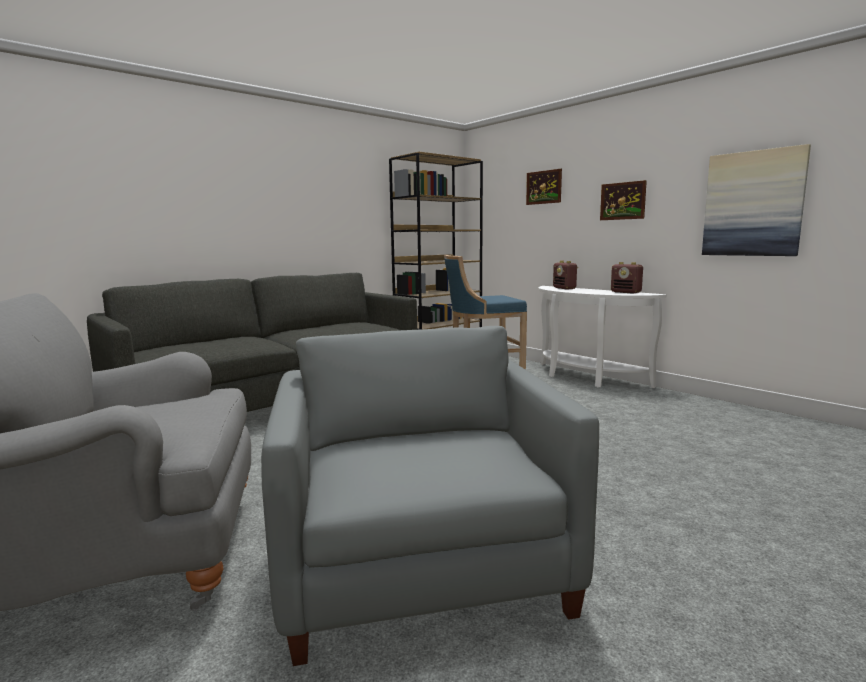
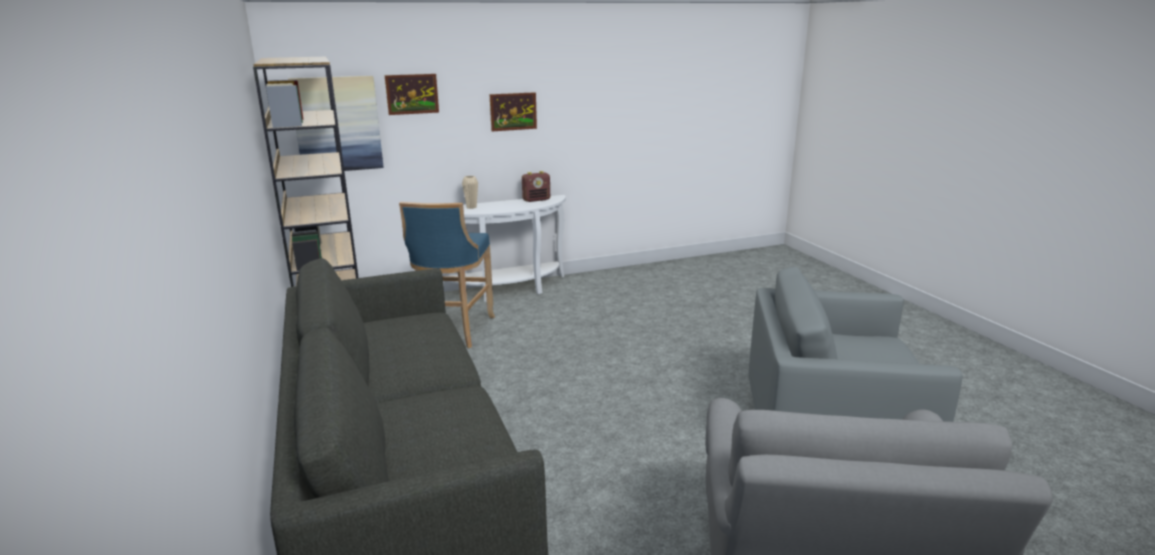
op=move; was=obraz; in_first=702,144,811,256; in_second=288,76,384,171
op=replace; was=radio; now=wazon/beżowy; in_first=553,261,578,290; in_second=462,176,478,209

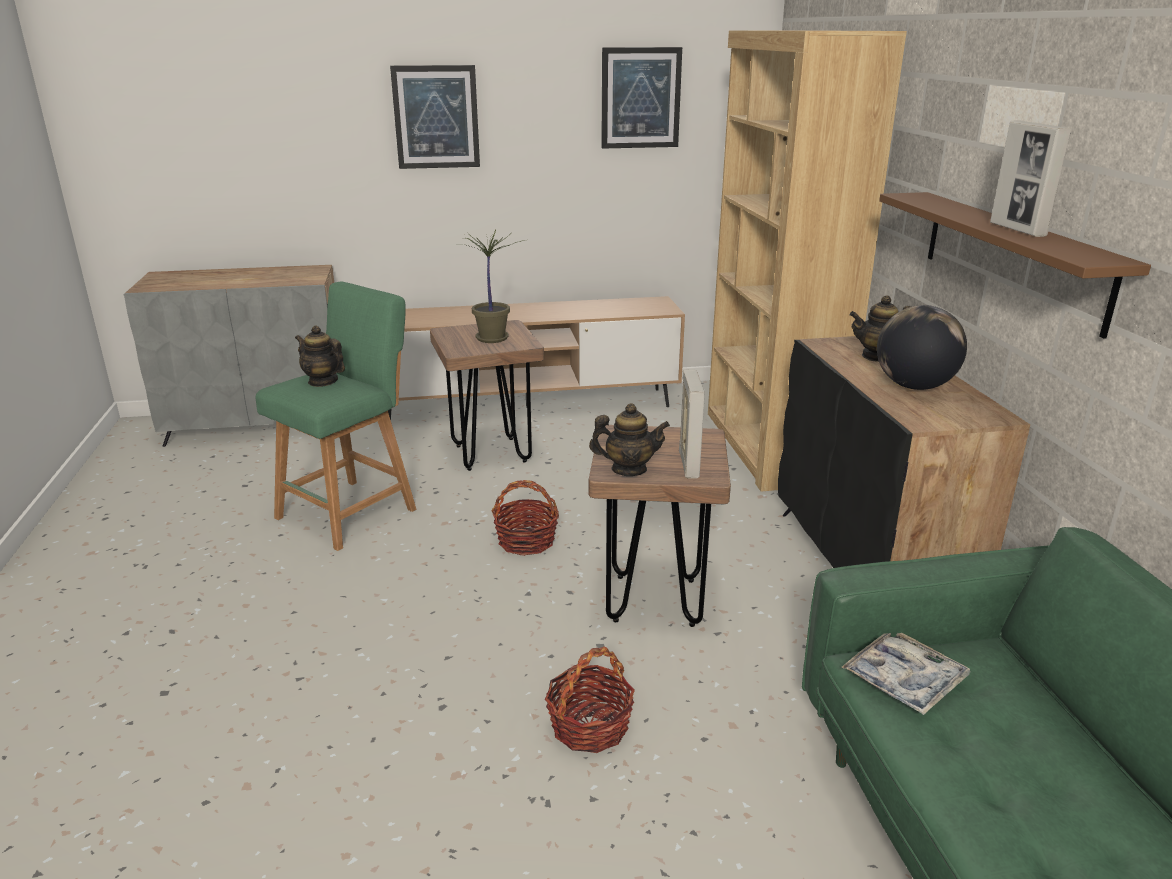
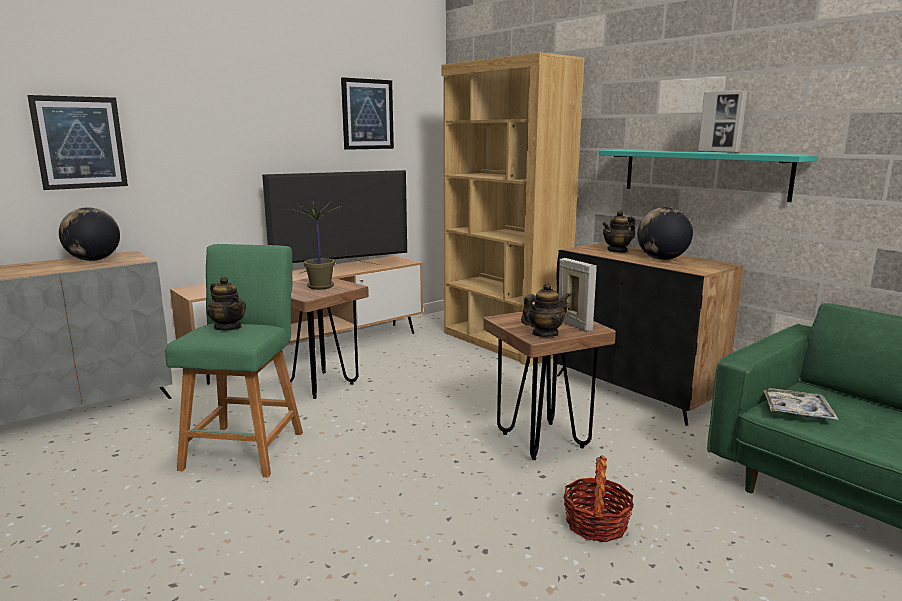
op=move; was=obraz; in_first=390,65,480,169; in_second=27,95,128,190
op=recolor; was=półka/brązowy; now=półka/turkusowy; in_first=879,192,1151,339; in_second=598,150,817,202
op=rotate; was=imbryk; in_first=295,325,345,387; in_second=206,277,246,331; clockwise=-135
op=delete; was=koszyk; in_first=492,480,559,556
op=insert; now=telewizor; in_second=262,170,407,274
op=insert; now=globus; in_second=59,207,120,261

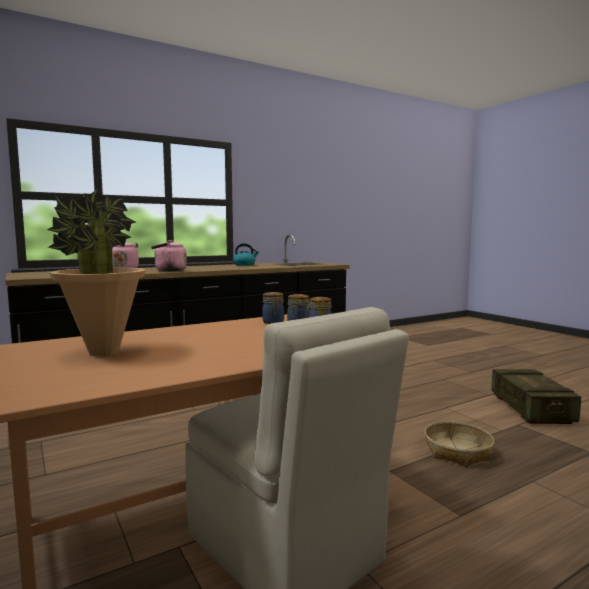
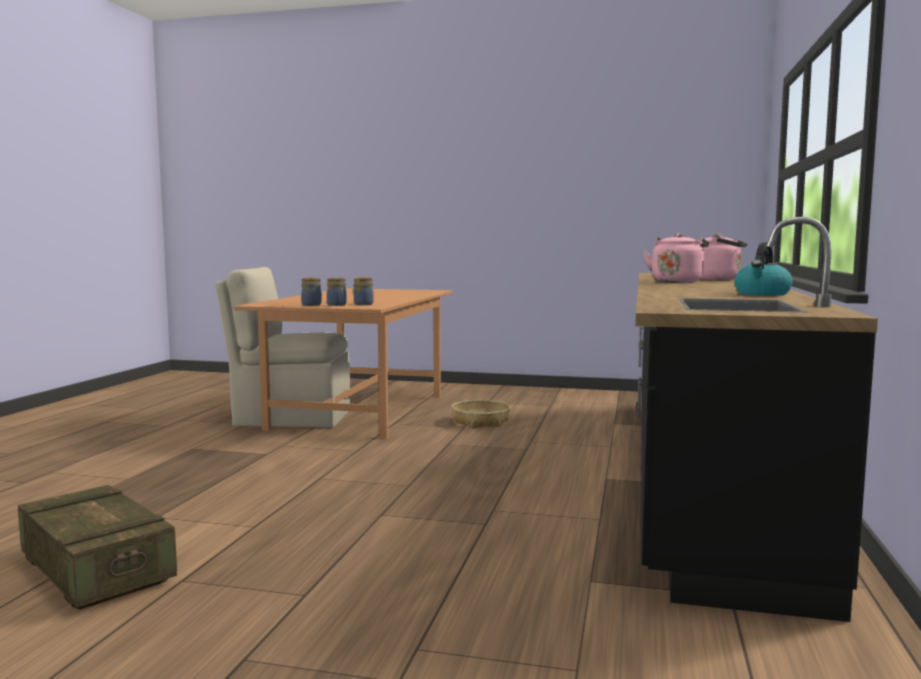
op=delete; was=roślina doniczkowa; in_first=47,189,146,356
op=move; was=koszyk; in_first=424,421,495,467; in_second=452,400,511,428

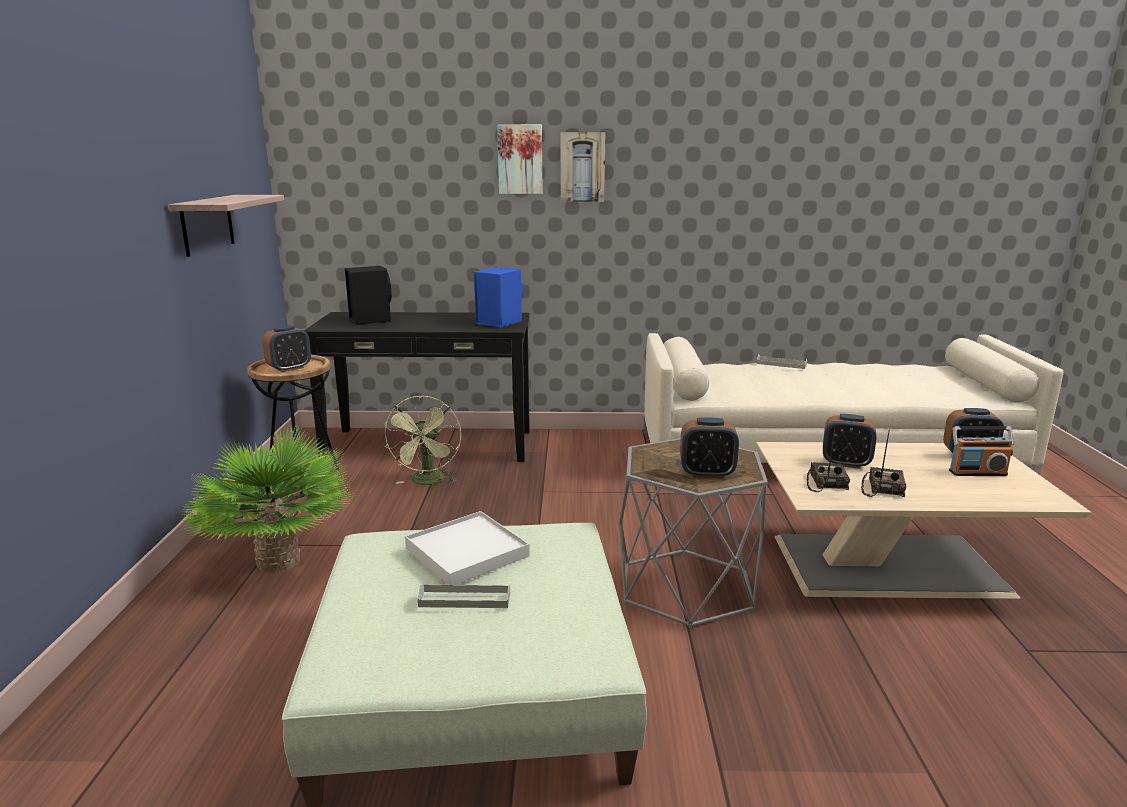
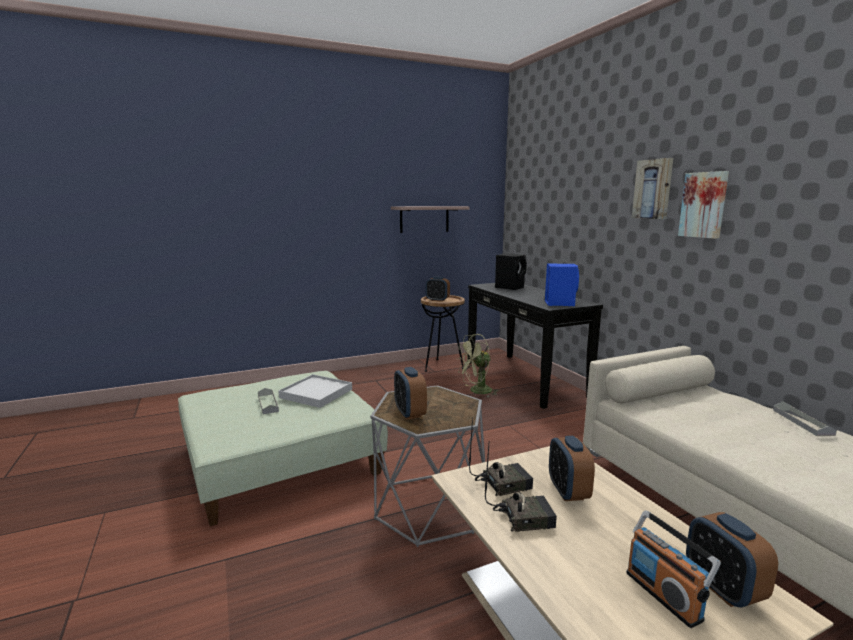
op=move; was=obraz; in_first=497,124,542,194; in_second=678,171,729,239
op=delete; was=roślina doniczkowa; in_first=181,425,353,573

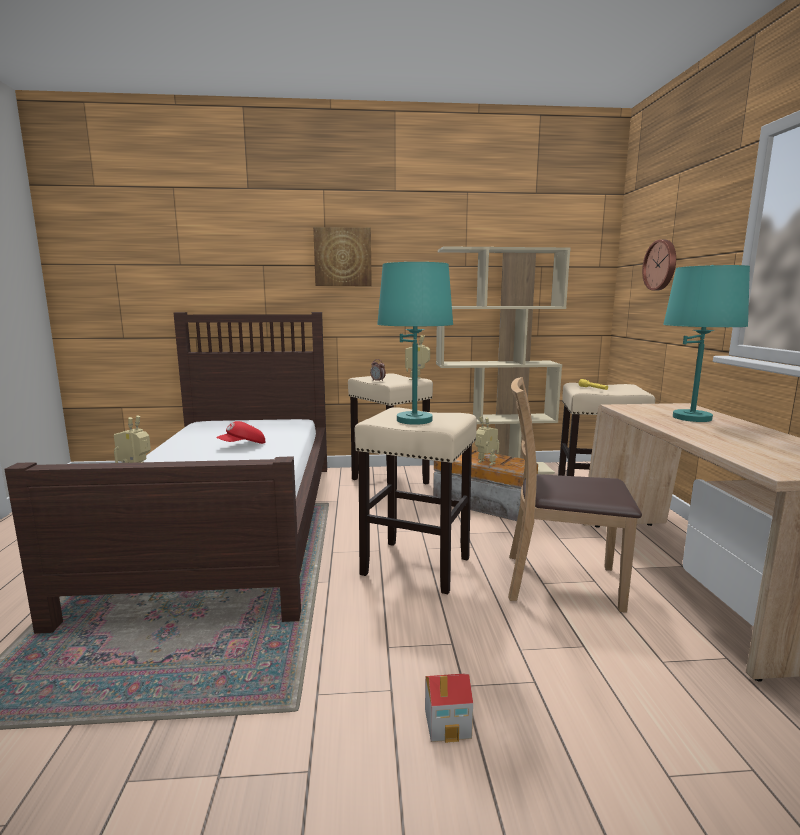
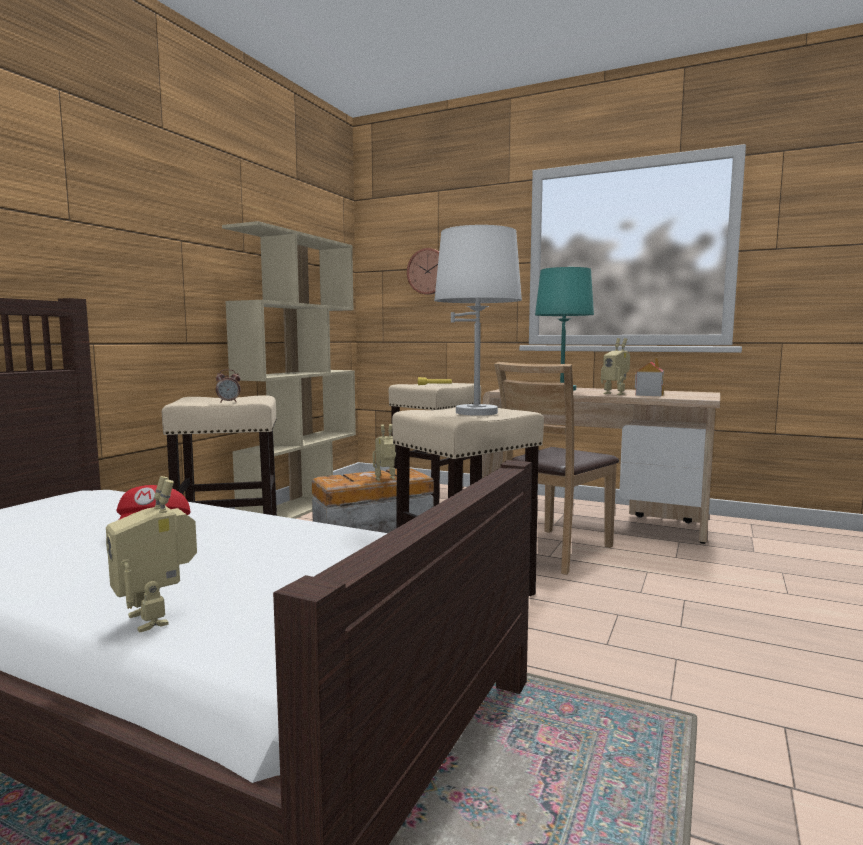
op=delete; was=obraz; in_first=313,227,372,286
op=recolor; was=lampa stołowa/turkusowy; now=lampa stołowa/biały; in_first=377,262,453,425; in_second=434,225,522,416
op=move; was=robot zabawkowy; in_first=405,335,430,380; in_second=601,338,630,395
op=move; was=domek; in_first=425,674,473,743; in_second=635,357,664,396

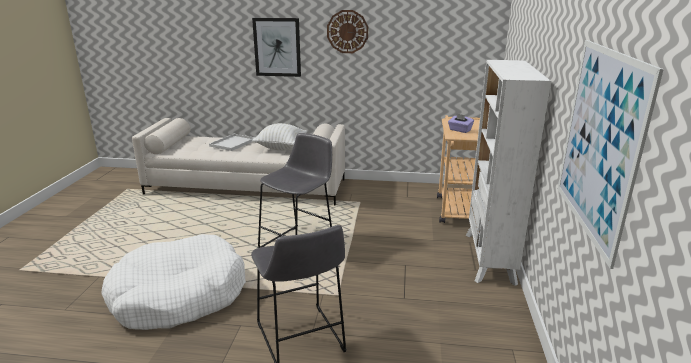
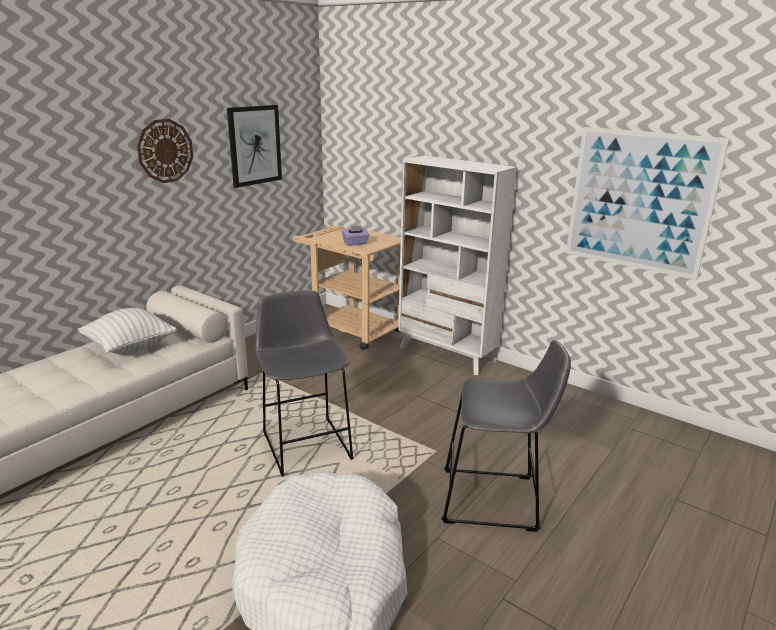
op=move; was=obraz; in_first=252,18,301,77; in_second=227,105,282,188
op=delete; was=taca/biały; in_first=209,134,255,151

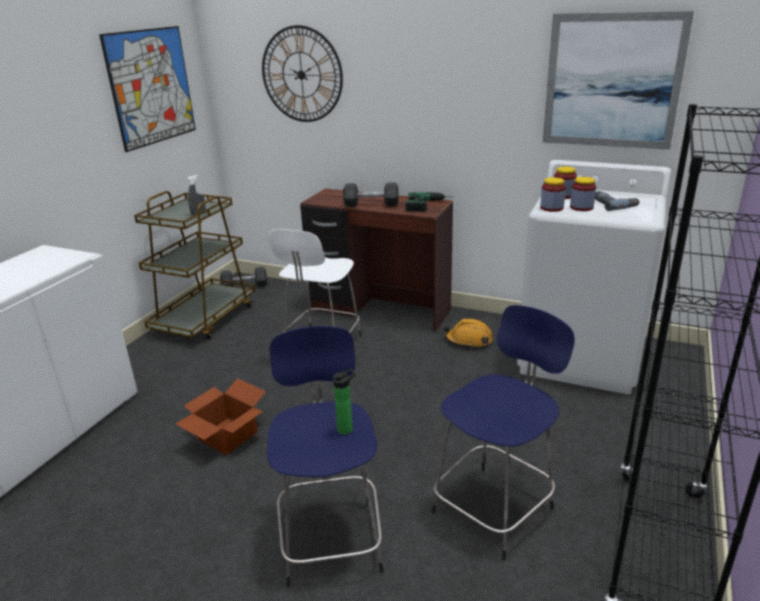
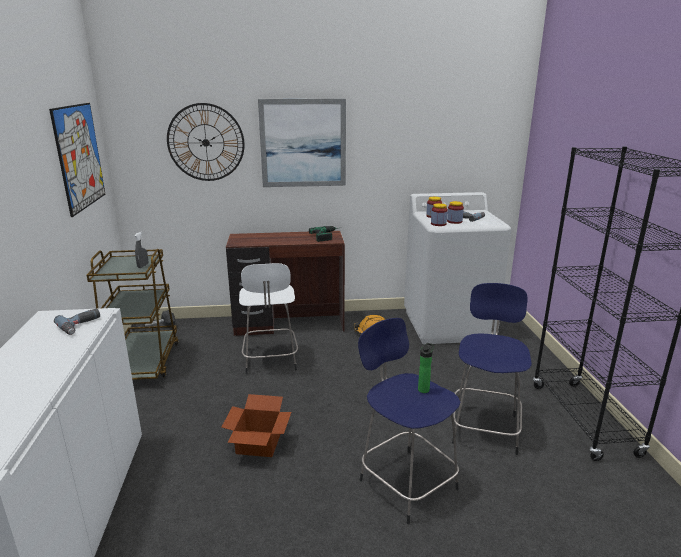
op=move; was=obraz; in_first=543,11,694,150; in_second=258,99,346,187
op=delete; was=hantel/szary; in_first=343,182,399,207
op=insert; now=wiertarka; in_second=54,309,100,335

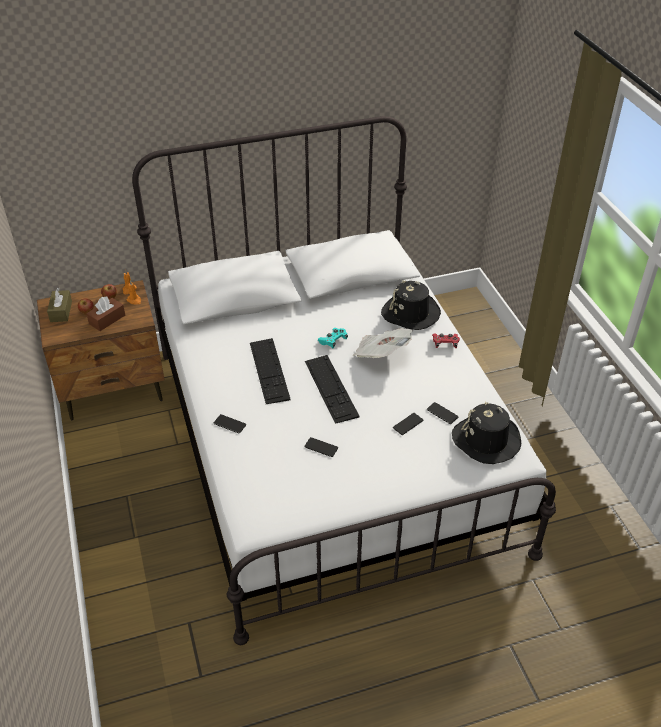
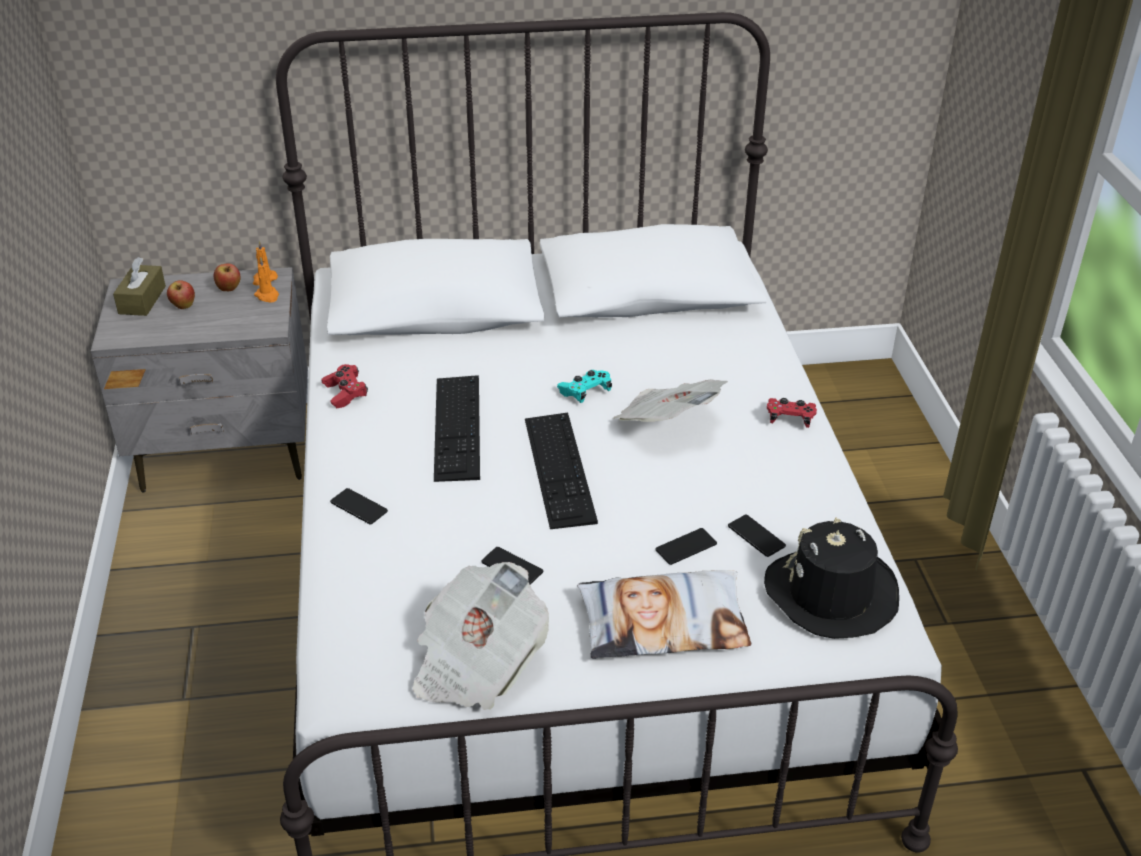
op=recolor; was=szafka nocna/brązowy; now=szafka nocna/szary; in_first=37,280,165,421; in_second=91,267,308,493
op=delete; was=kapelusz/czarny; in_first=381,280,441,330
op=delete; was=pudełko chusteczek/brązowy; in_first=86,296,125,331
op=insert; now=pad do gier/czerwony; in_second=321,364,368,408
op=insert; now=gazeta; in_second=413,562,549,710
op=insert; now=poduszka; in_second=577,570,752,659

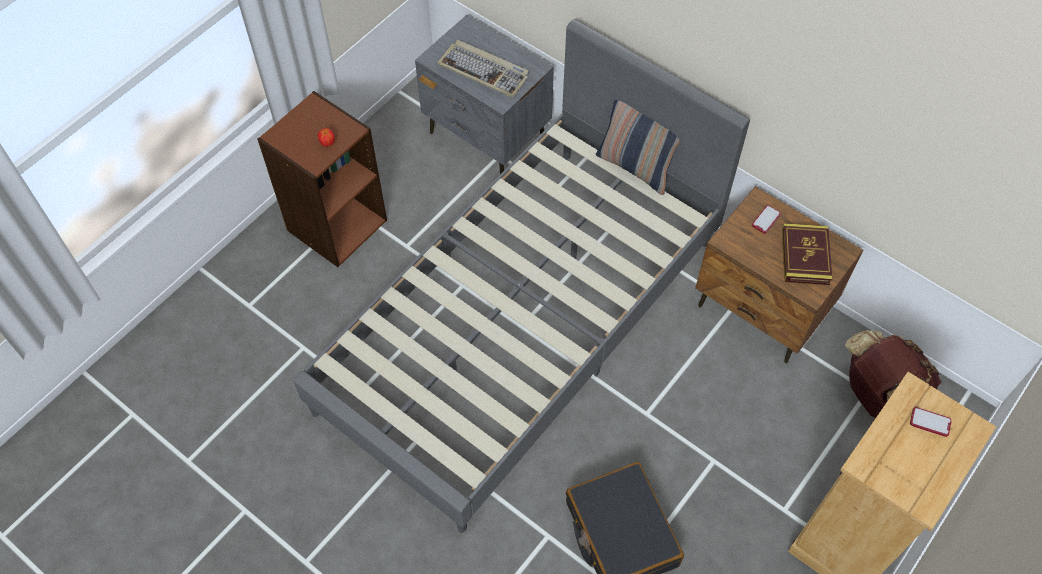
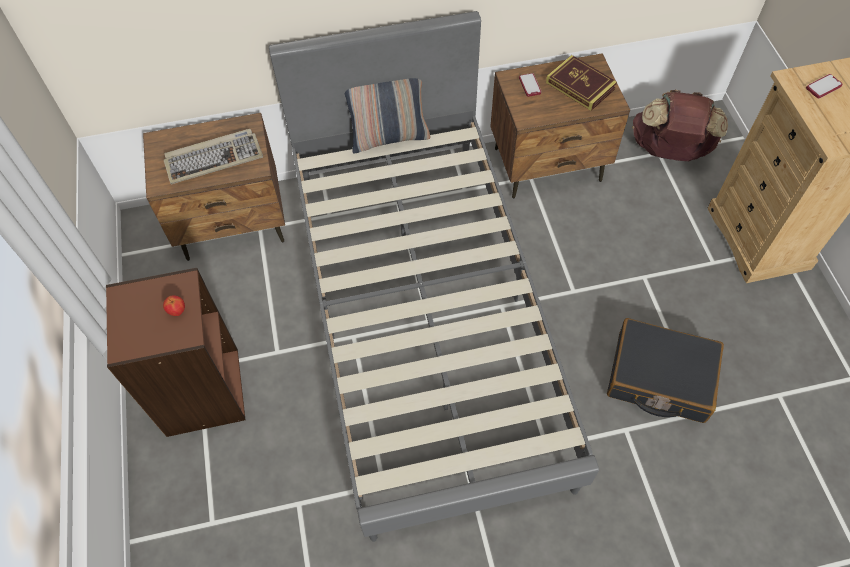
op=recolor; was=szafka nocna/szary; now=szafka nocna/brązowy; in_first=415,15,554,174; in_second=143,113,285,261

